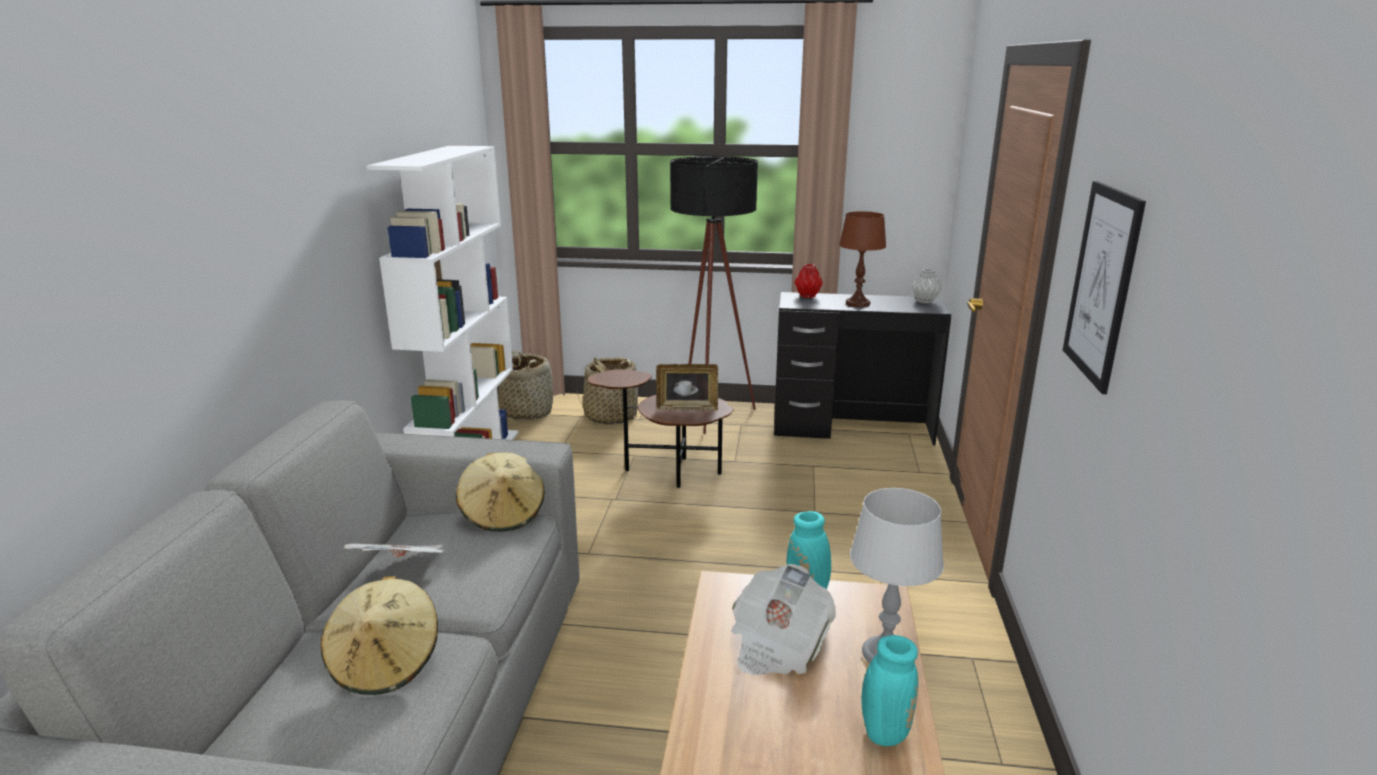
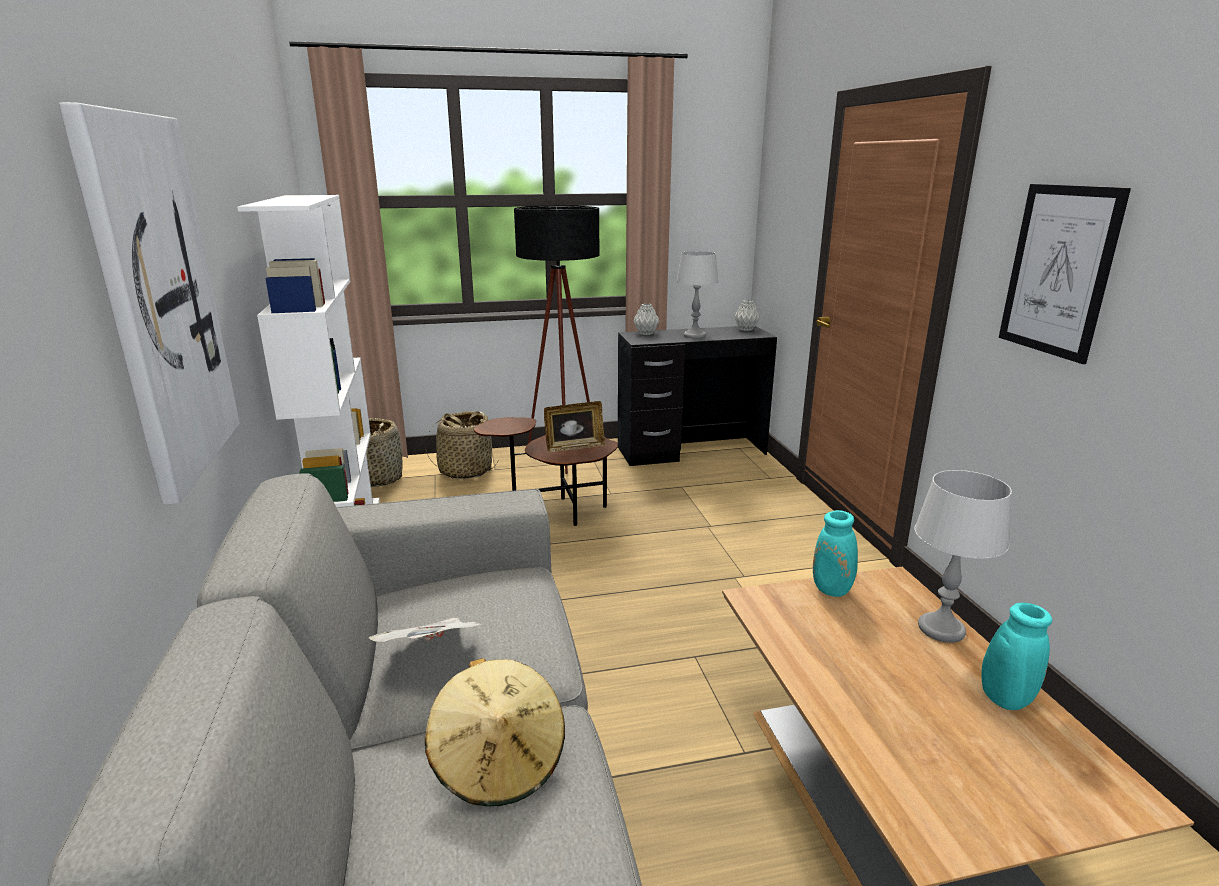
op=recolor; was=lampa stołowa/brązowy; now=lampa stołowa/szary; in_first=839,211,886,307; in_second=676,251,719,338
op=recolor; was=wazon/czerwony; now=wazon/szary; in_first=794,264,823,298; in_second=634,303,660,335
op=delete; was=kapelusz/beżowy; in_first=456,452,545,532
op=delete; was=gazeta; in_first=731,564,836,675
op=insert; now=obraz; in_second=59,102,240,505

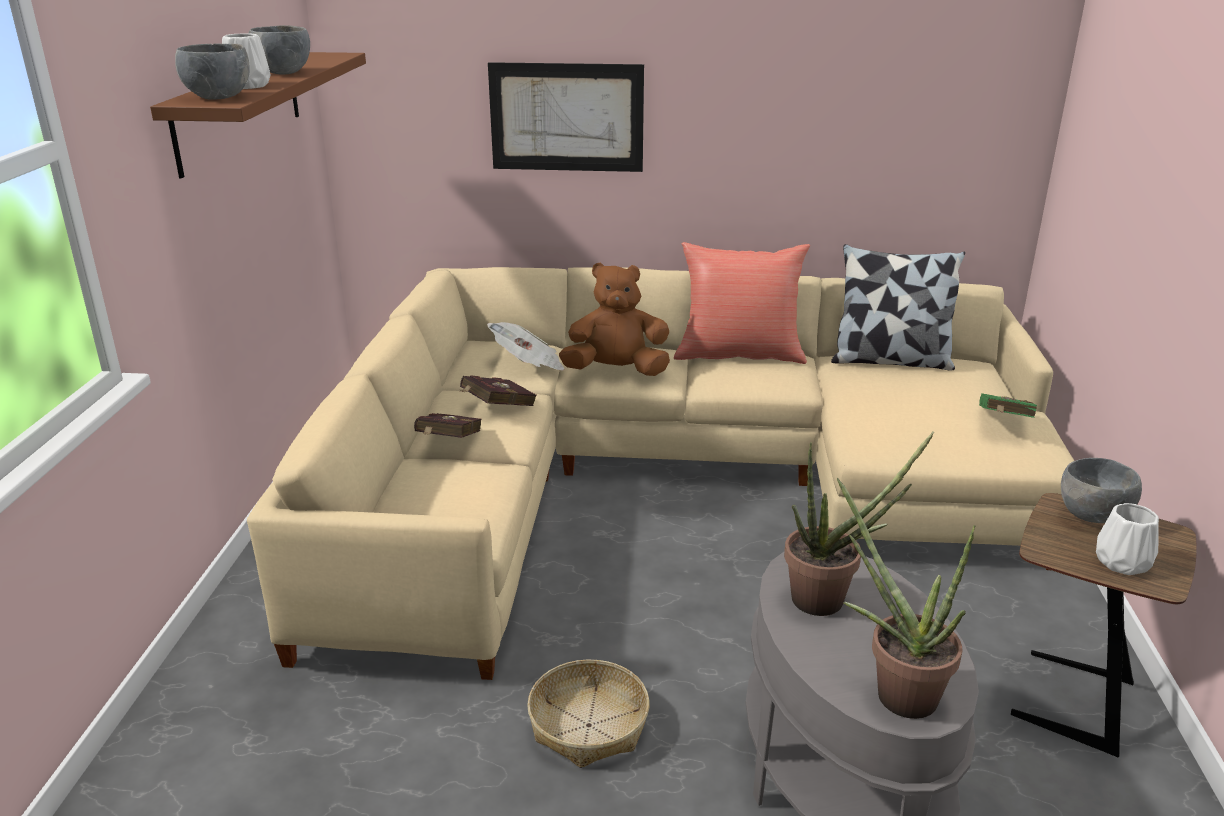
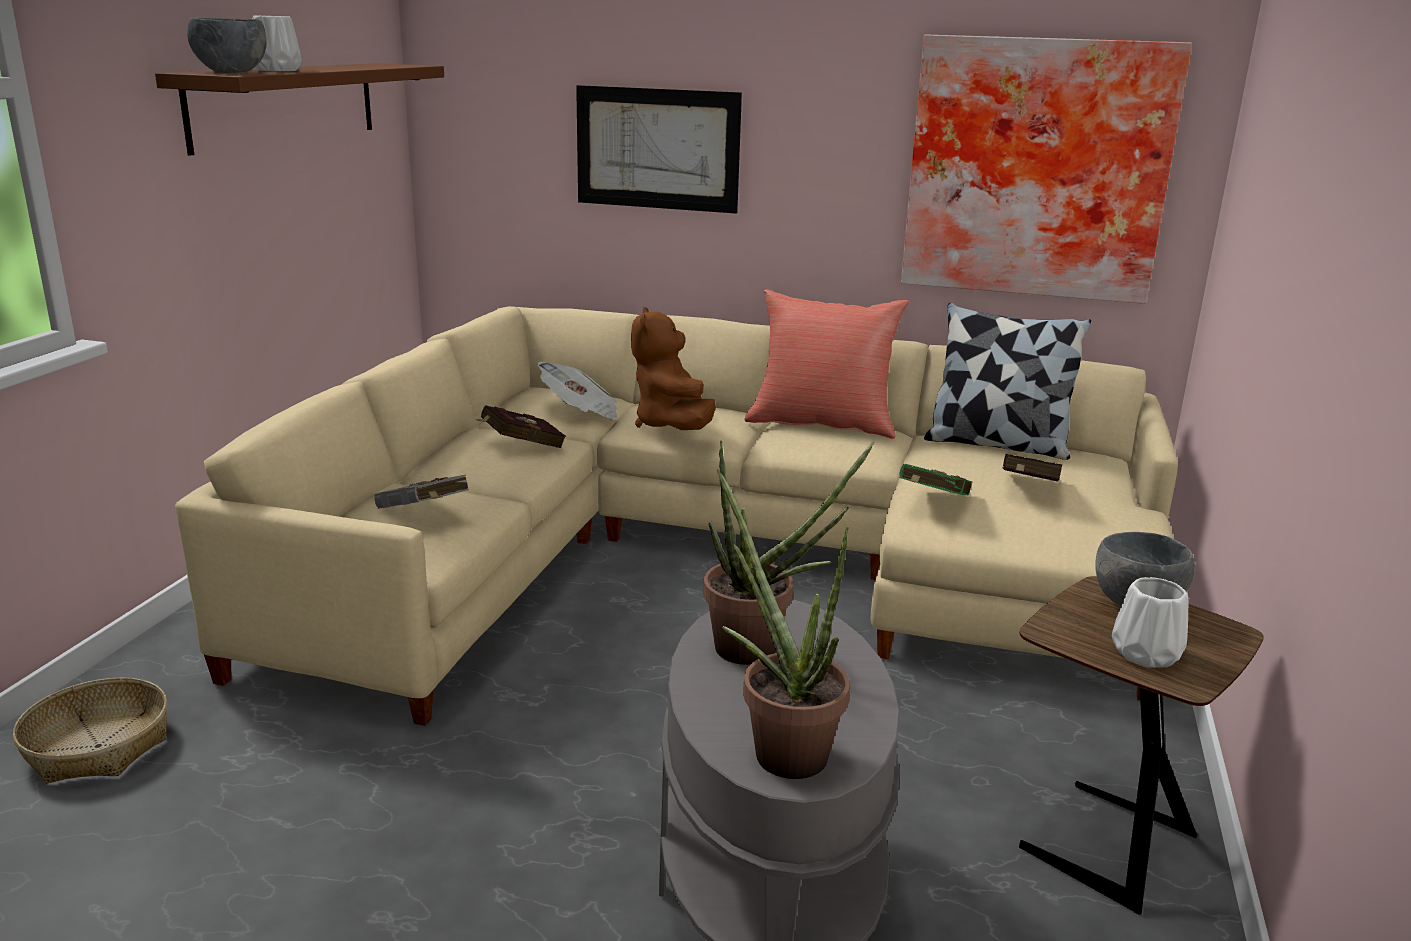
op=delete; was=miska/szary; in_first=249,25,310,75
op=rotate; was=pluszak/brązowy; in_first=559,262,670,376; in_second=631,307,716,430; clockwise=-105
op=move; was=książka/zielony; in_first=979,393,1037,418; in_second=899,464,973,496
op=move; was=książka/czerwony; in_first=414,413,481,438; in_second=1003,454,1062,481
op=move; was=koszyk; in_first=527,660,649,768; in_second=13,677,168,783
op=insert; now=obraz; in_second=901,34,1192,304
op=insert; now=książka/szary; in_second=374,475,469,509

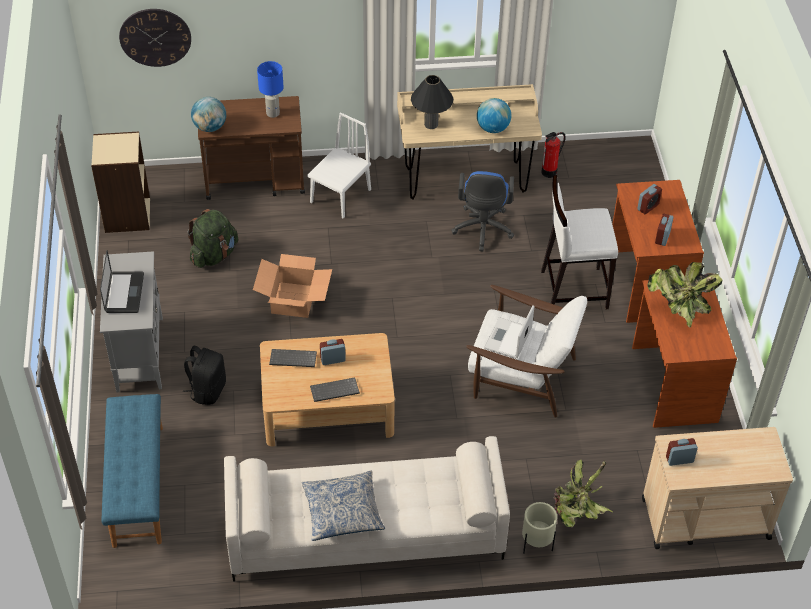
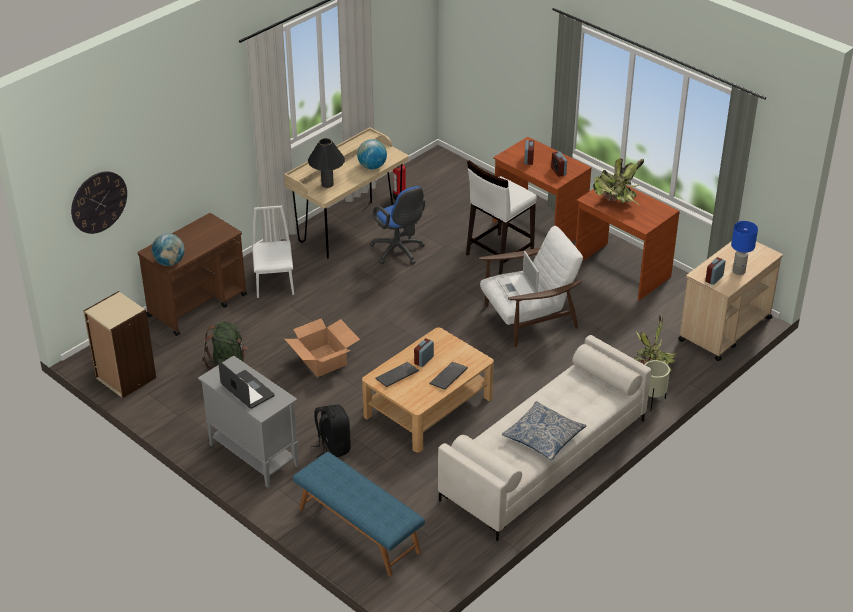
op=move; was=lampa stołowa/niebieski; in_first=257,61,284,118; in_second=731,221,758,275

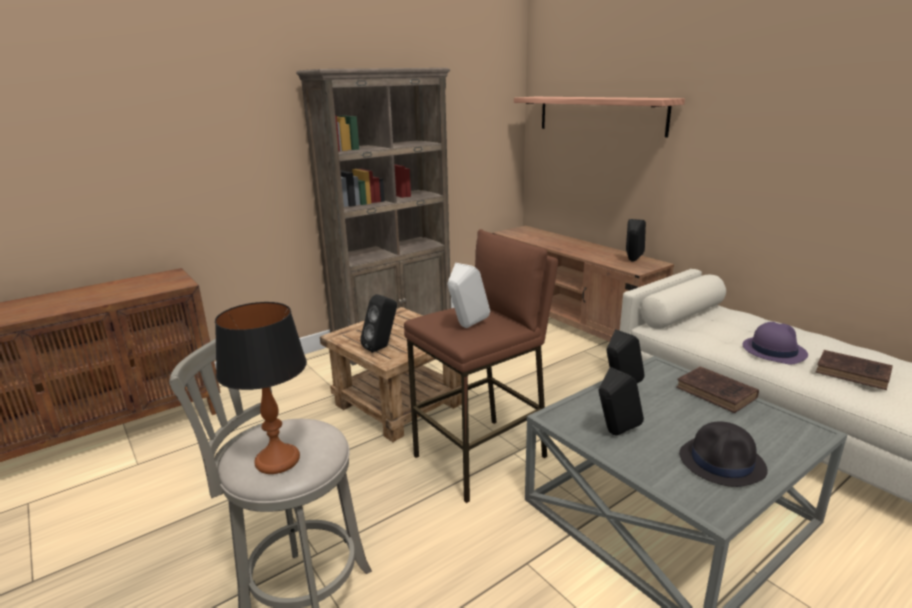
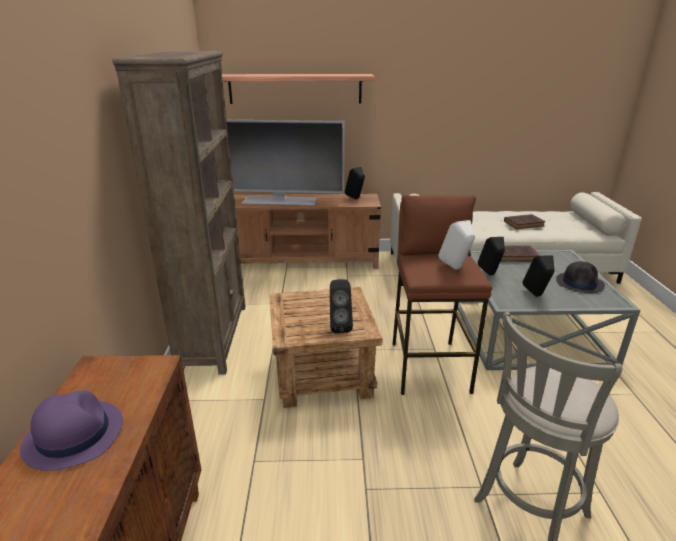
op=delete; was=lampa stołowa; in_first=215,302,307,474
op=move; was=kapelusz/fioletowy; in_first=742,322,808,364; in_second=20,391,123,471
op=insert; now=telewizor; in_second=227,120,345,206

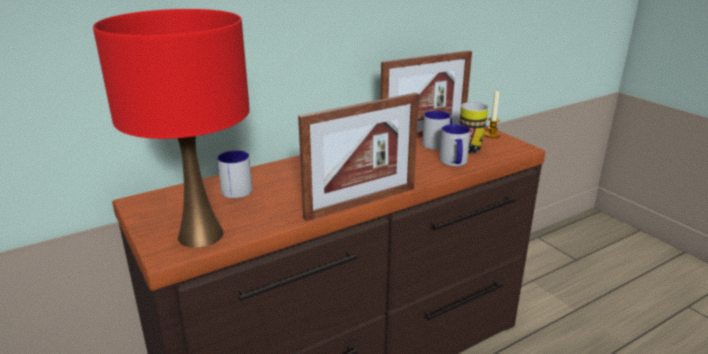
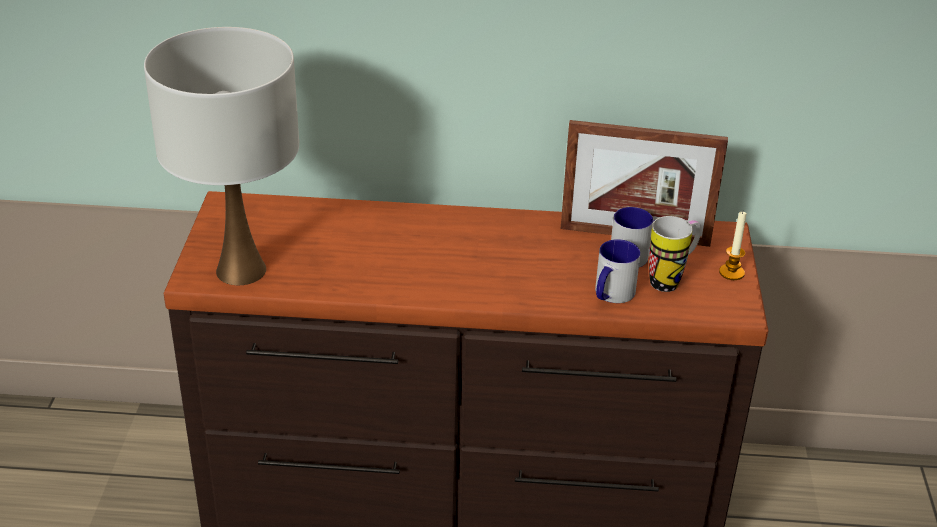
op=recolor; was=lampa stołowa/czerwony; now=lampa stołowa/biały; in_first=93,9,250,248; in_second=144,27,299,285
op=delete; was=ramka na zdjęcie; in_first=298,93,419,221
op=delete; was=kubek; in_first=217,150,253,198

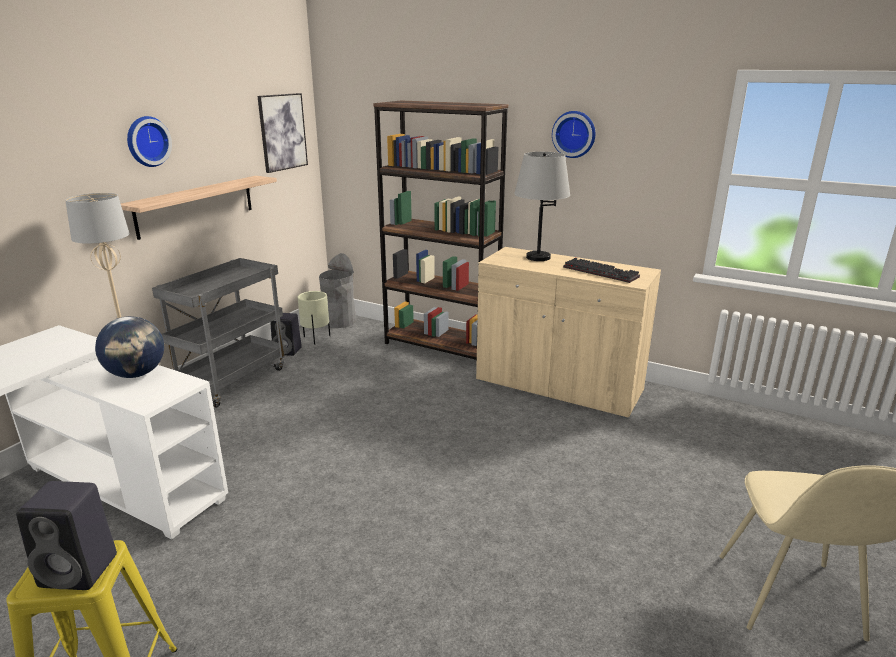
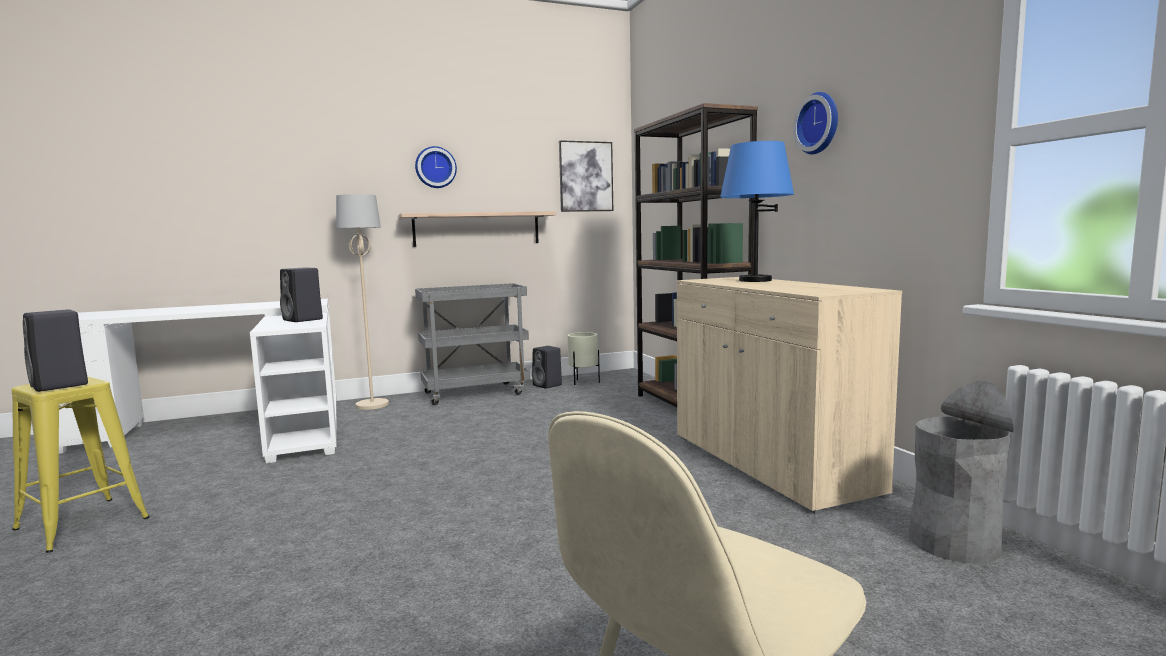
op=recolor; was=lampa stołowa/szary; now=lampa stołowa/niebieski; in_first=514,152,570,261; in_second=720,141,794,282
op=move; was=kosz na śmieci/szary; in_first=319,253,356,328; in_second=909,381,1013,564
op=delete; was=klawiatura; in_first=563,258,640,283
op=replace; was=globus; now=głośnik/czarny; in_first=95,316,164,378; in_second=280,267,323,322

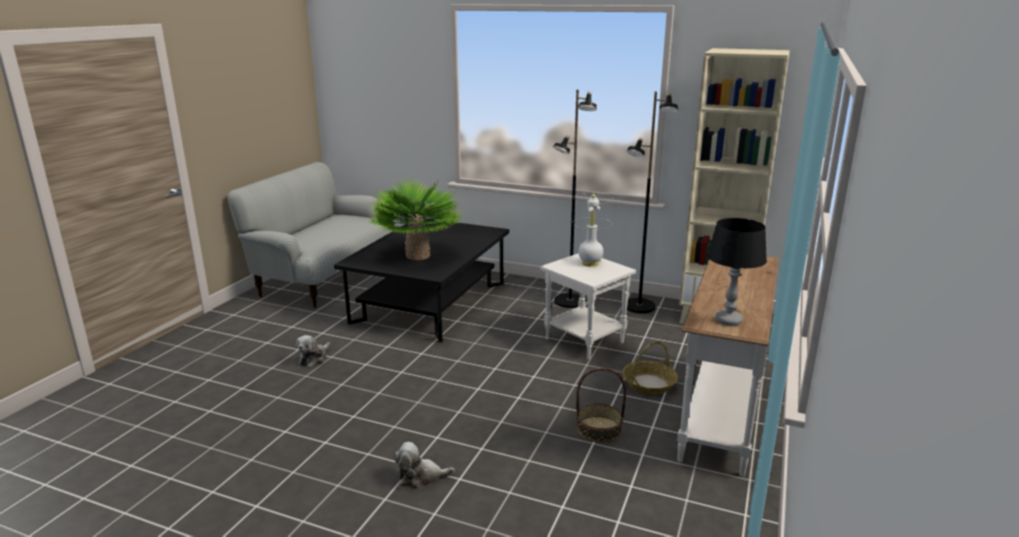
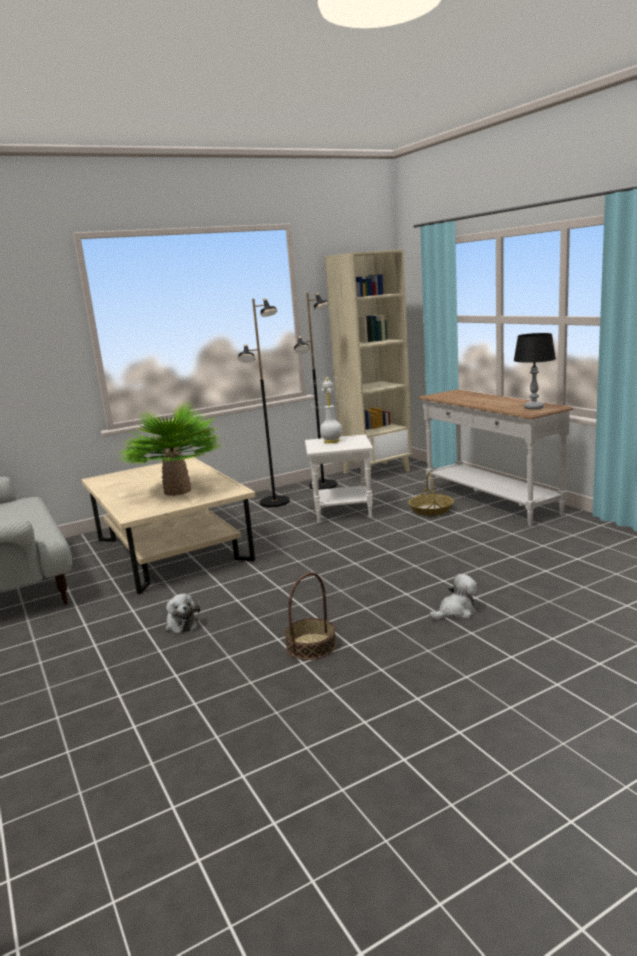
op=recolor; was=ława/czarny; now=ława/beżowy; in_first=334,218,509,342; in_second=81,457,256,594
op=move; was=koszyk; in_first=576,368,626,442; in_second=285,572,336,660
op=rotate; was=pluszak; in_first=394,442,455,489; in_second=429,574,477,620; clockwise=-150

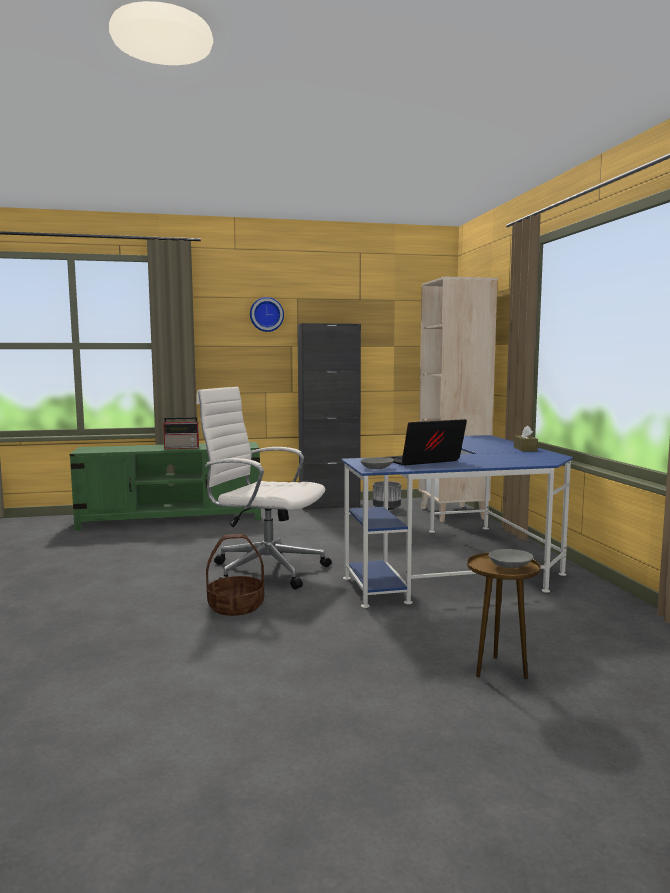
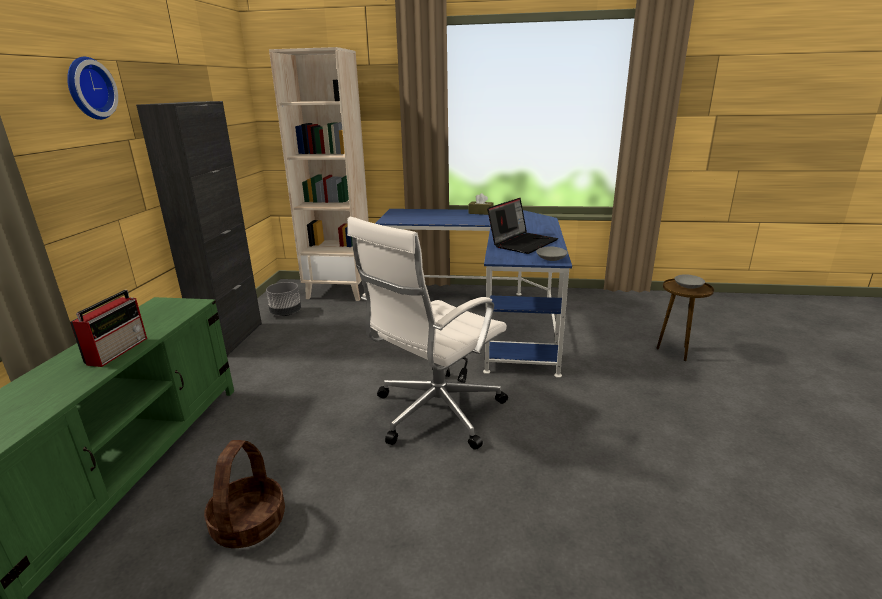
op=rotate; was=laptop; in_first=382,419,467,465; in_second=487,198,558,254; clockwise=-135
op=move; was=koszyk; in_first=206,534,264,616; in_second=204,440,285,548

